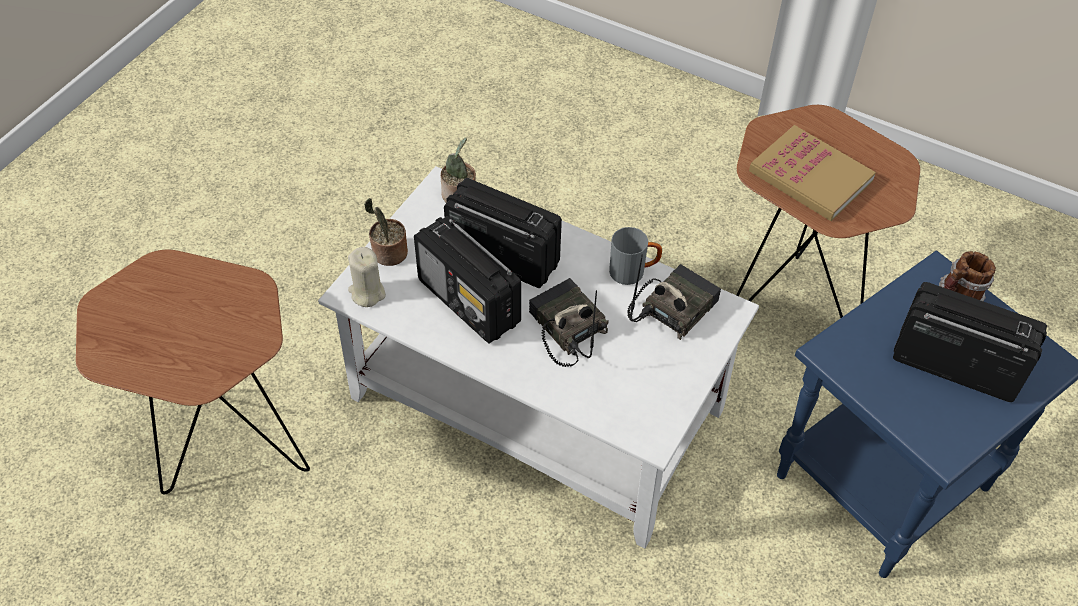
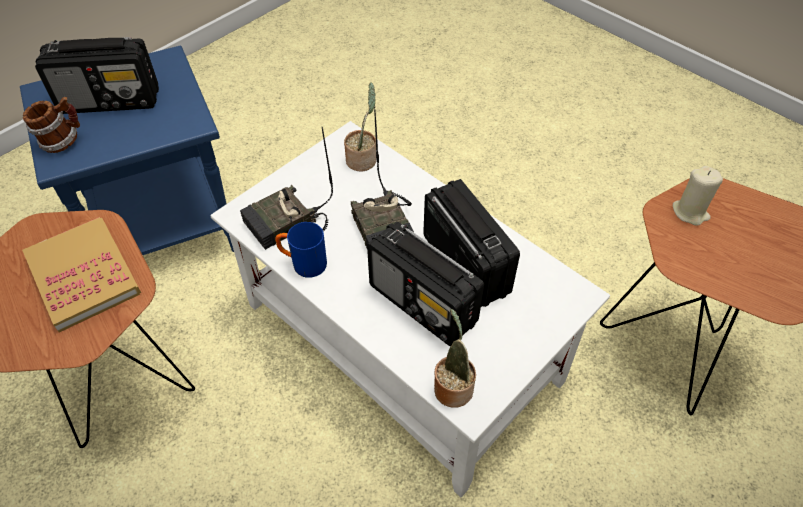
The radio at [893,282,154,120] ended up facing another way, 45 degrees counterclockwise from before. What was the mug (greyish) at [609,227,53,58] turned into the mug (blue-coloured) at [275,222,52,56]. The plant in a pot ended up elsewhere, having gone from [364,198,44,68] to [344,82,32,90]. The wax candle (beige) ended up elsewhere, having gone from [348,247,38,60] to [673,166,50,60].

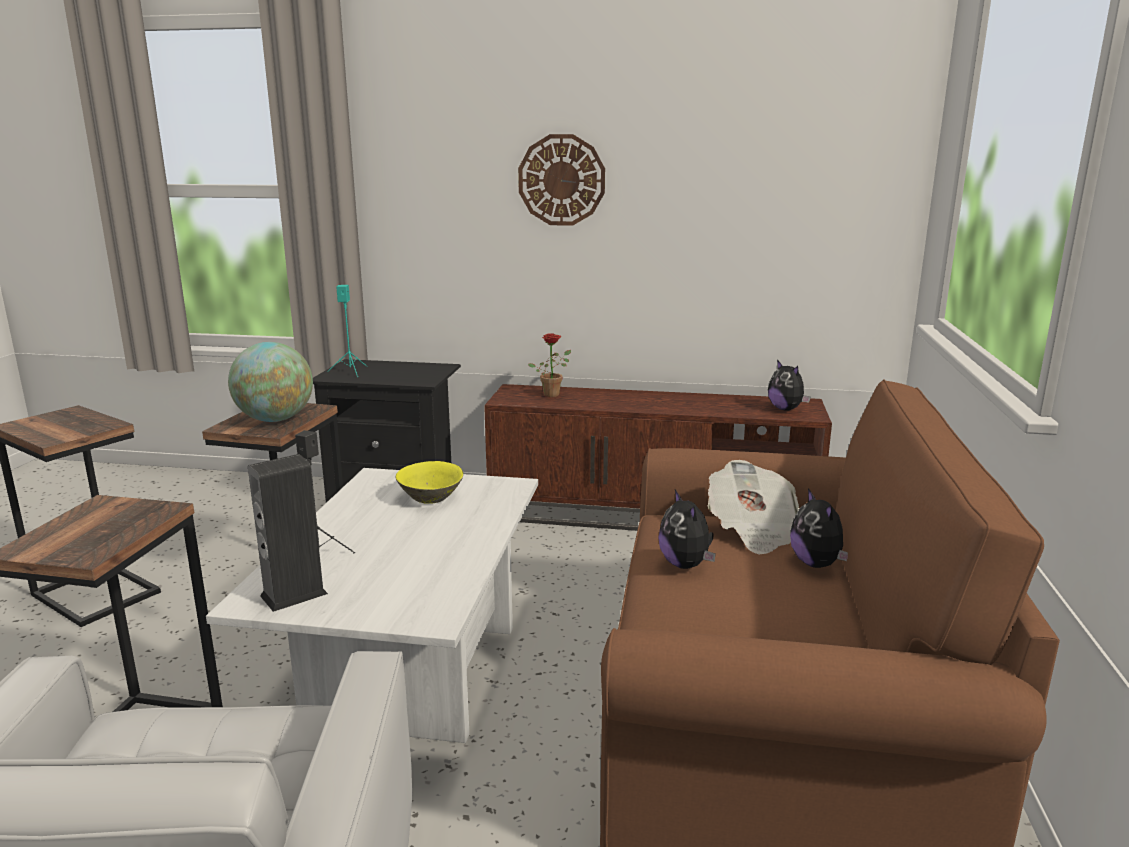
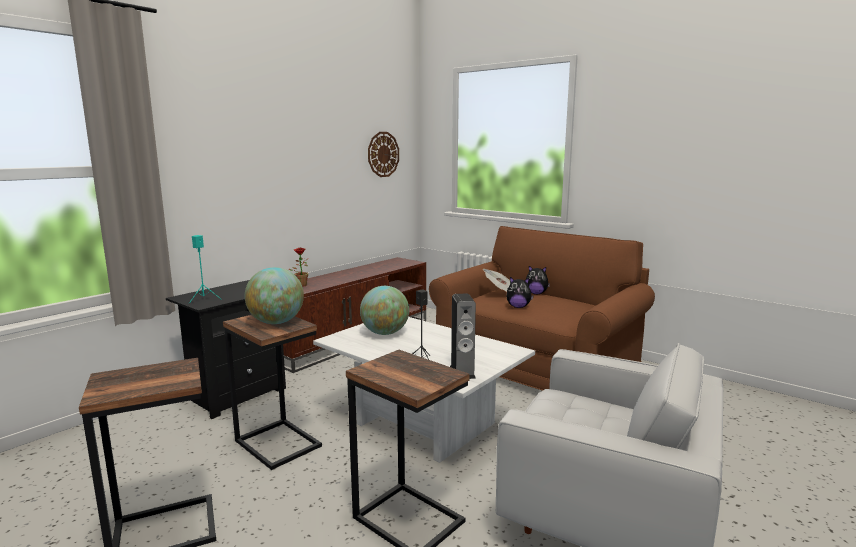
Where the serving bowl (yellowish) stood at [395,461,68,43], the desk globe came to stand at [360,286,49,49]. The wall clock ended up elsewhere, having gone from [518,134,87,92] to [368,132,31,45]. The second view lost the soft toy at [768,360,42,51].

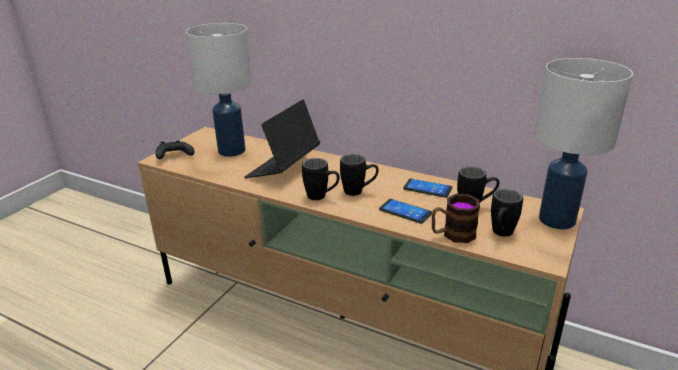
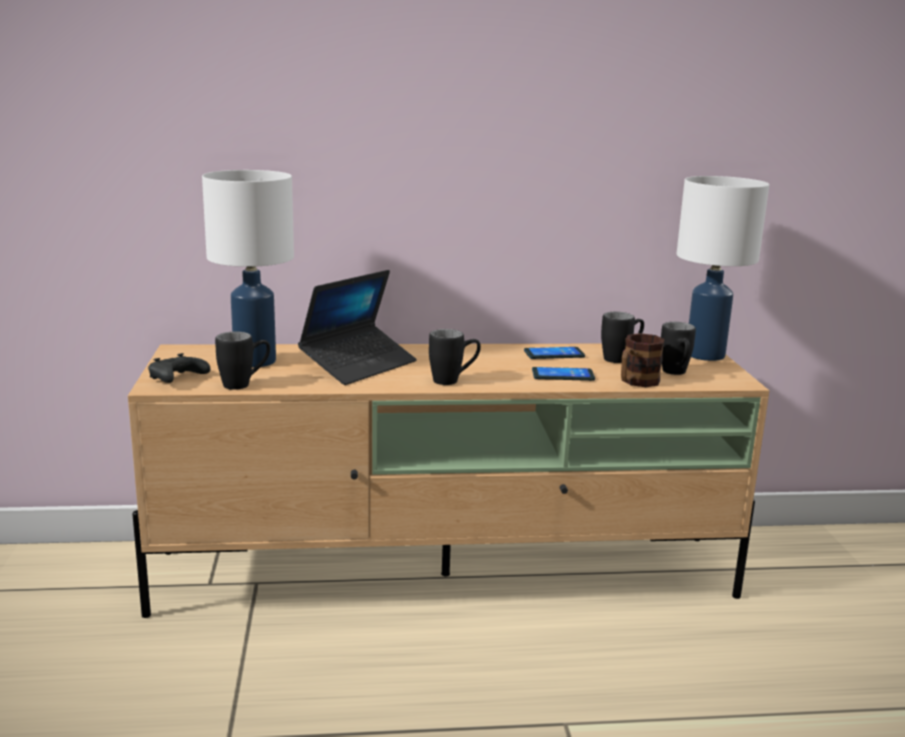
The mug (blackish) ended up elsewhere, having gone from [340,154,39,42] to [215,331,55,59]. The notebook computer at [244,99,76,79] ended up facing another way, 135 degrees counterclockwise from before.

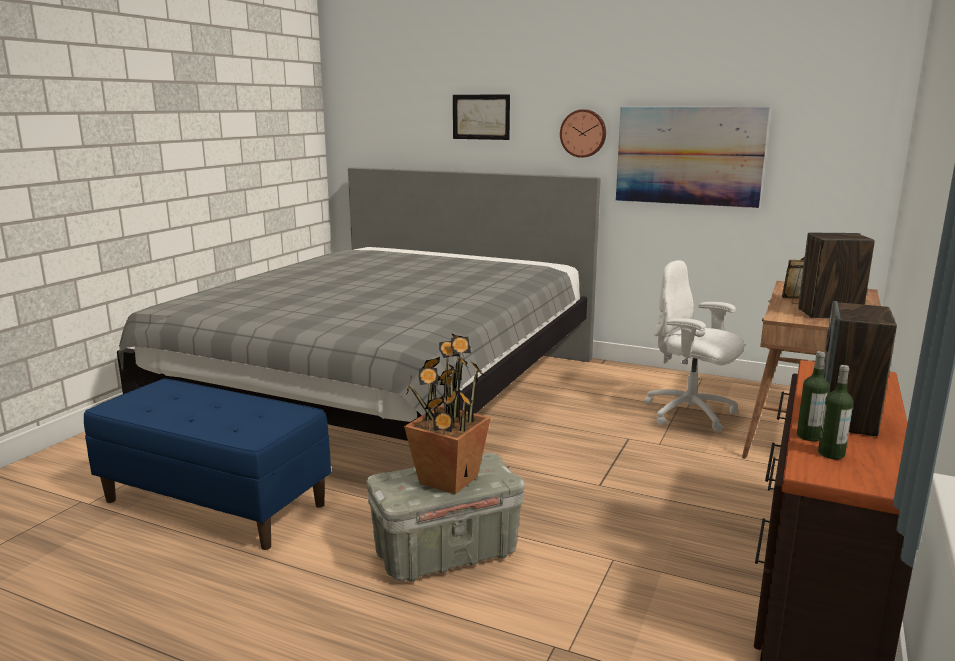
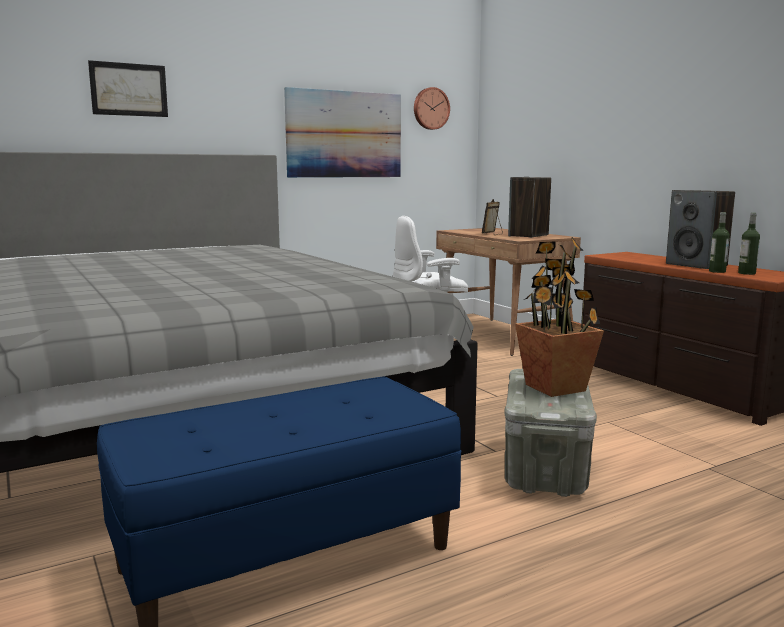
The wall clock ended up elsewhere, having gone from [560,109,46,49] to [414,87,36,43].

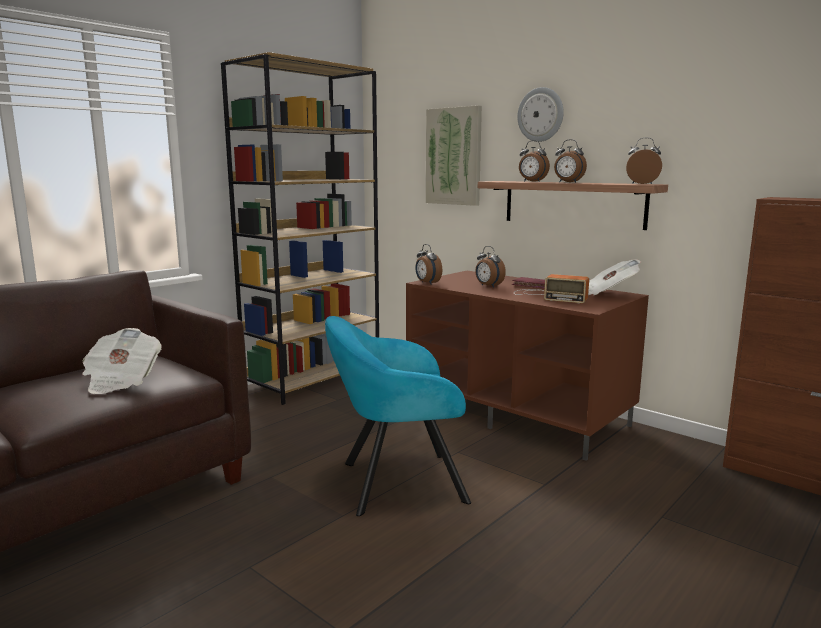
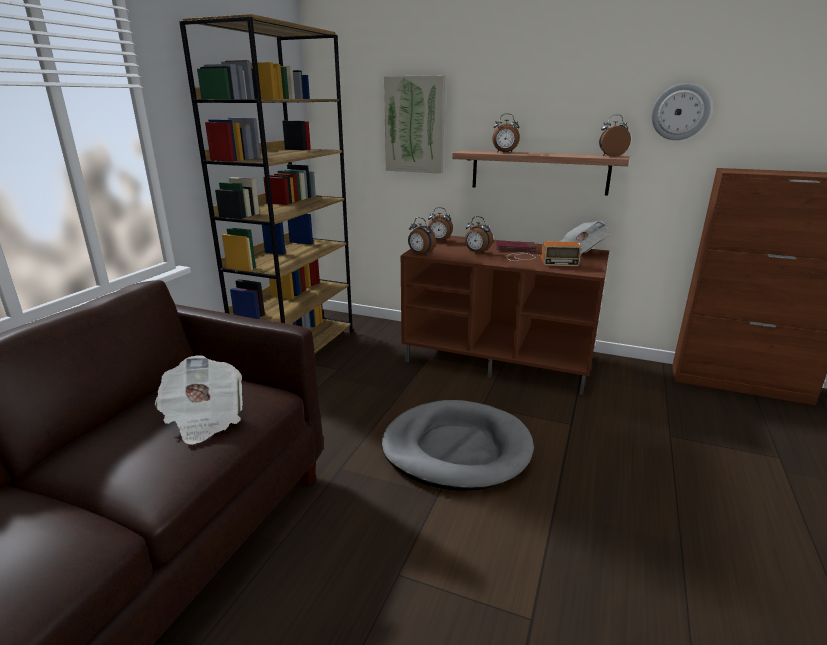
Where the lounge chair (turquoise) stood at [325,316,146,200], the dog bed (greyish) came to stand at [382,400,152,91]. The alarm clock ended up elsewhere, having gone from [554,139,33,44] to [428,207,25,35]. The wall clock ended up elsewhere, having gone from [517,87,47,55] to [652,83,59,57].

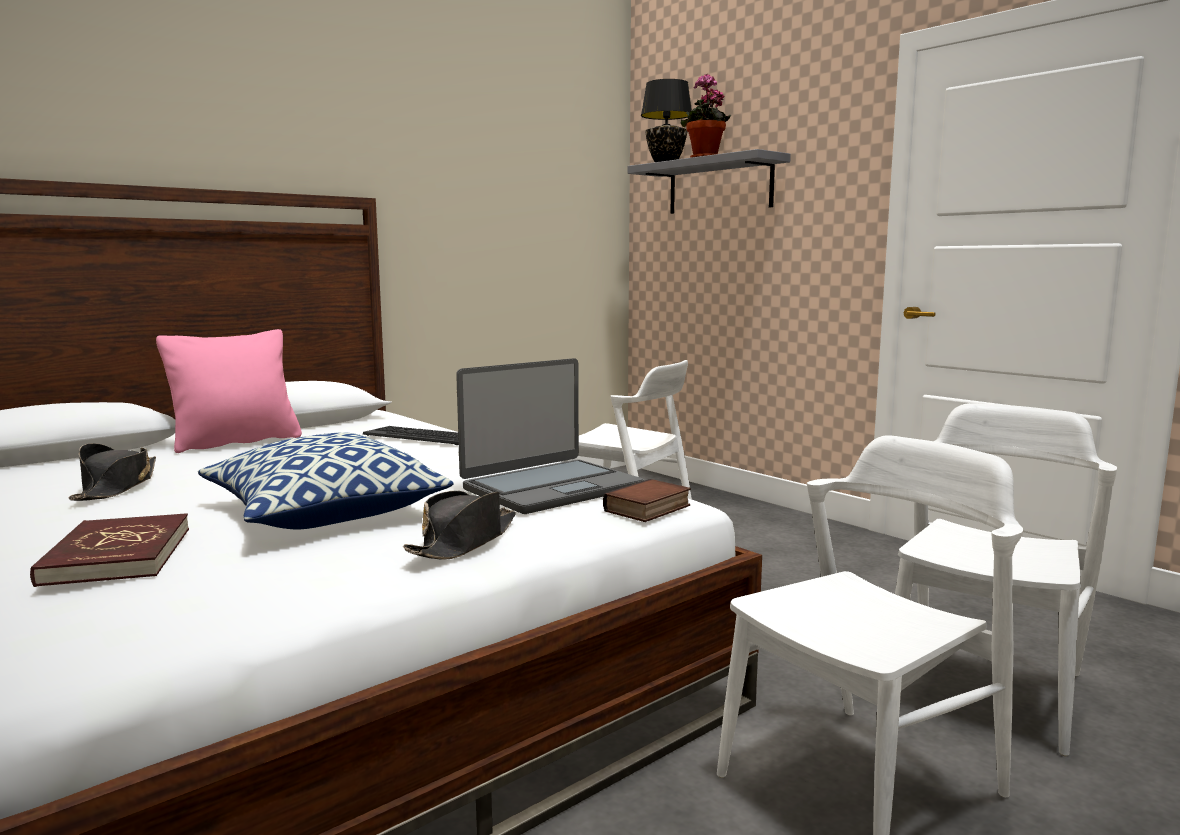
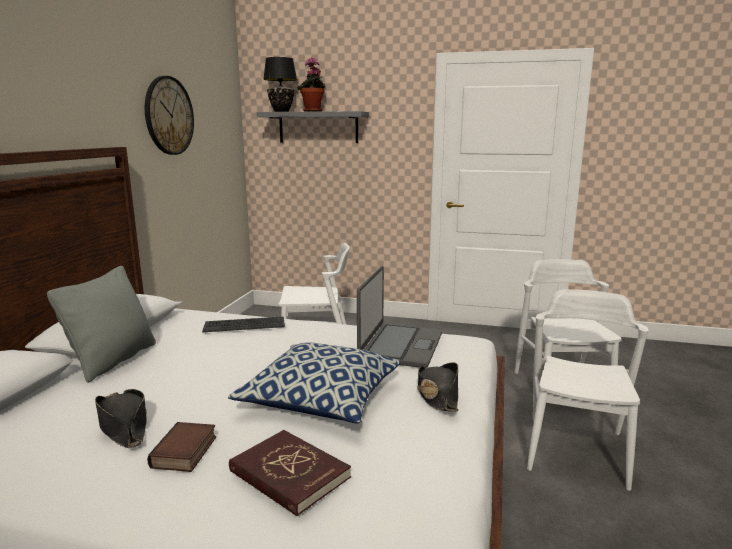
What was the throw pillow (pink) at [156,329,146,124] turned into the throw pillow (greyish) at [47,266,109,117]. The second view gained the wall clock at [145,76,49,79]. The volume ended up elsewhere, having gone from [603,479,88,43] to [147,422,69,50].

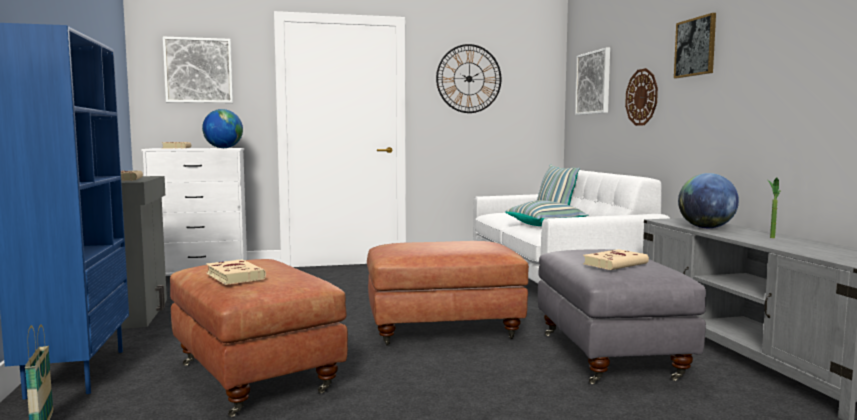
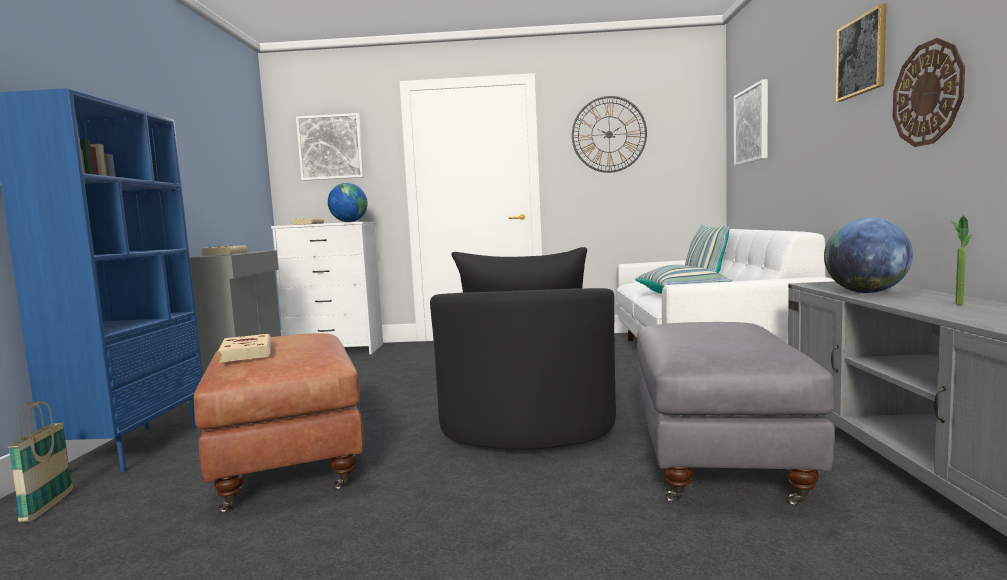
Where the ottoman (brownish) stood at [367,241,162,104], the lounge chair (blackish) came to stand at [430,247,186,203]. The wall clock ended up elsewhere, having gone from [625,68,33,58] to [893,38,72,109]. The second view lost the volume (beige) at [583,249,66,21].

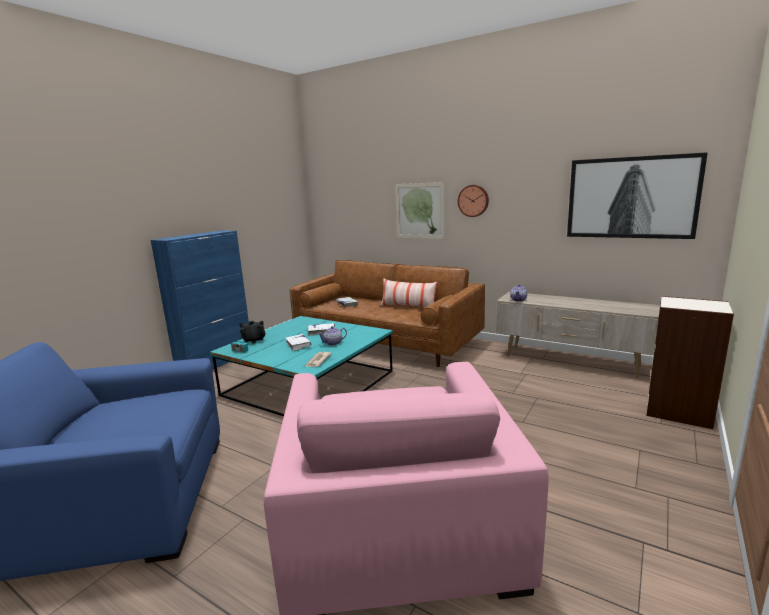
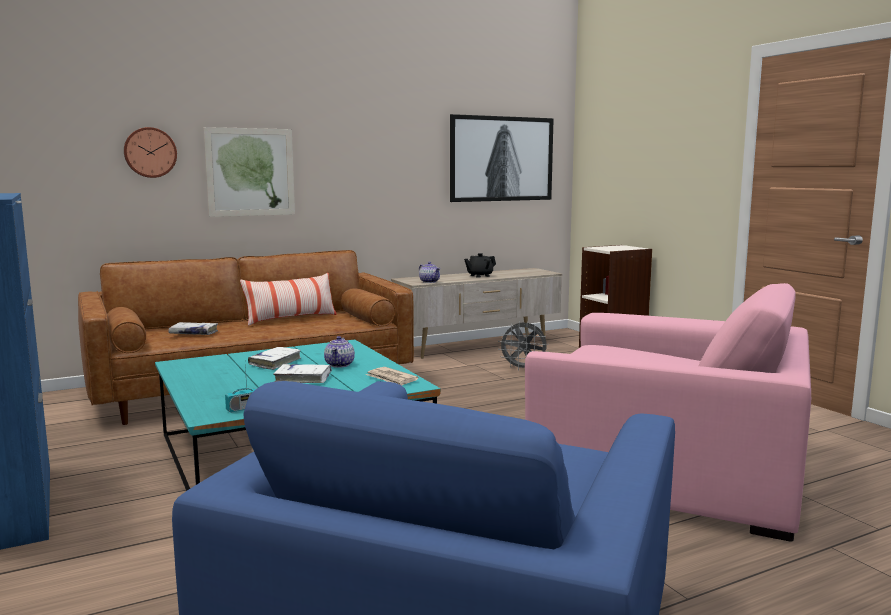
The wall clock ended up elsewhere, having gone from [458,185,31,32] to [124,127,53,51]. The teapot (blackish) ended up elsewhere, having gone from [239,321,26,23] to [464,253,32,24]. The second view gained the electric fan (greyish) at [498,321,50,50].

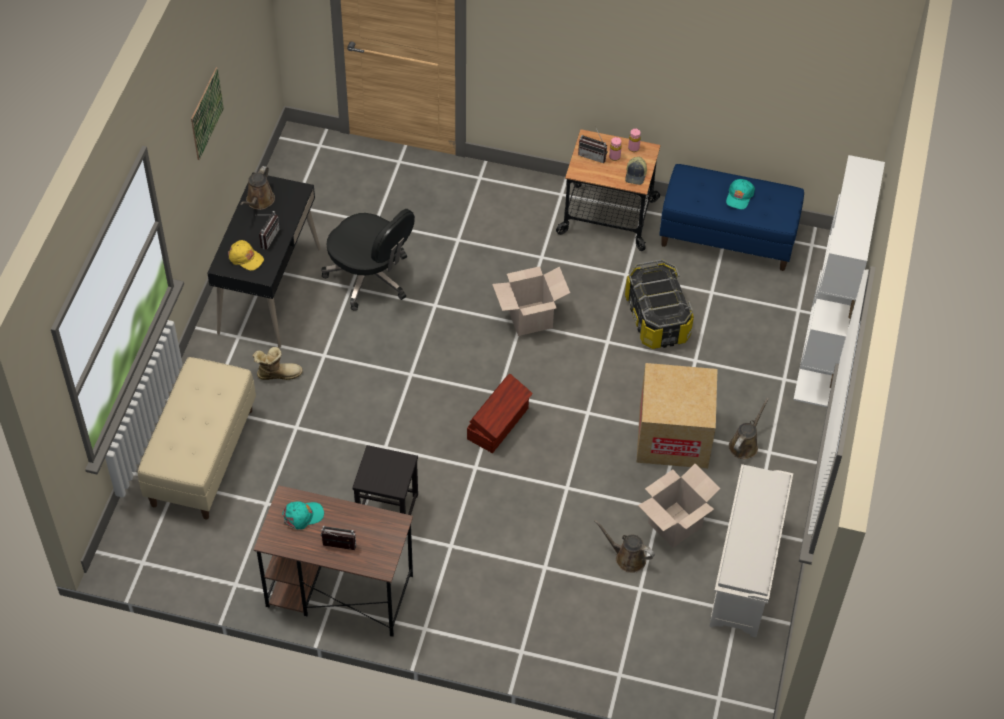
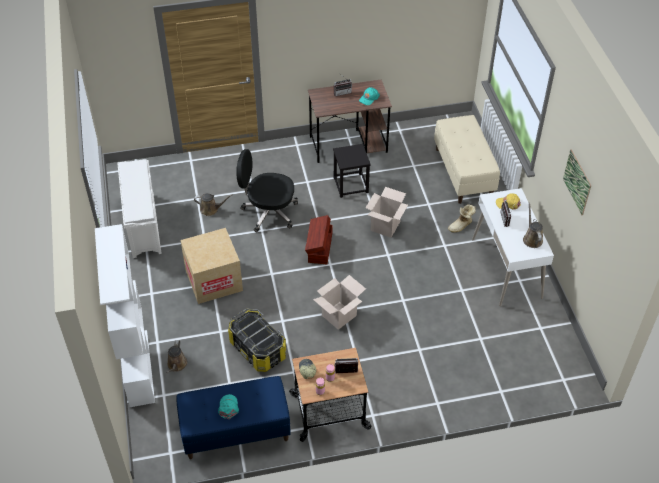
The watering can (brownish) ended up elsewhere, having gone from [729,398,40,61] to [167,340,21,33]. The desk chair (blackish) ended up elsewhere, having gone from [321,209,94,102] to [236,149,62,83]. The cardboard box ended up elsewhere, having gone from [638,464,83,84] to [365,187,43,51]. What was the desk (blackish) at [207,172,114,176] turned into the desk (whitish) at [472,188,82,118].

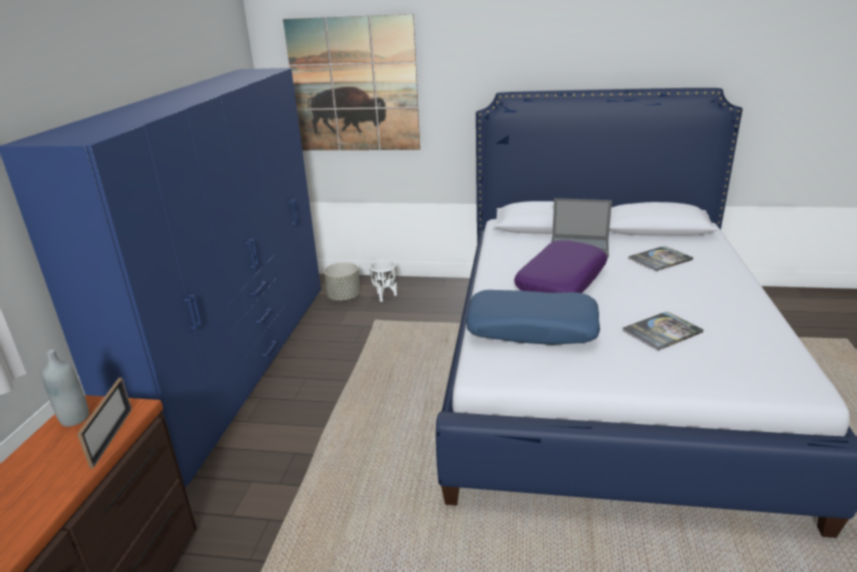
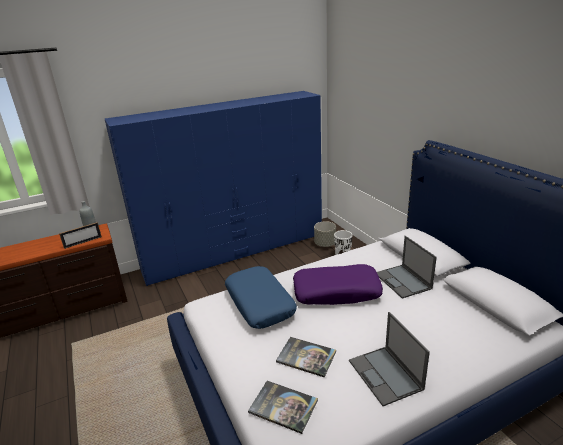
The volume ended up elsewhere, having gone from [628,246,65,25] to [248,381,70,53]. The second view gained the notebook computer at [349,312,81,94]. The second view lost the picture at [283,14,137,136].

